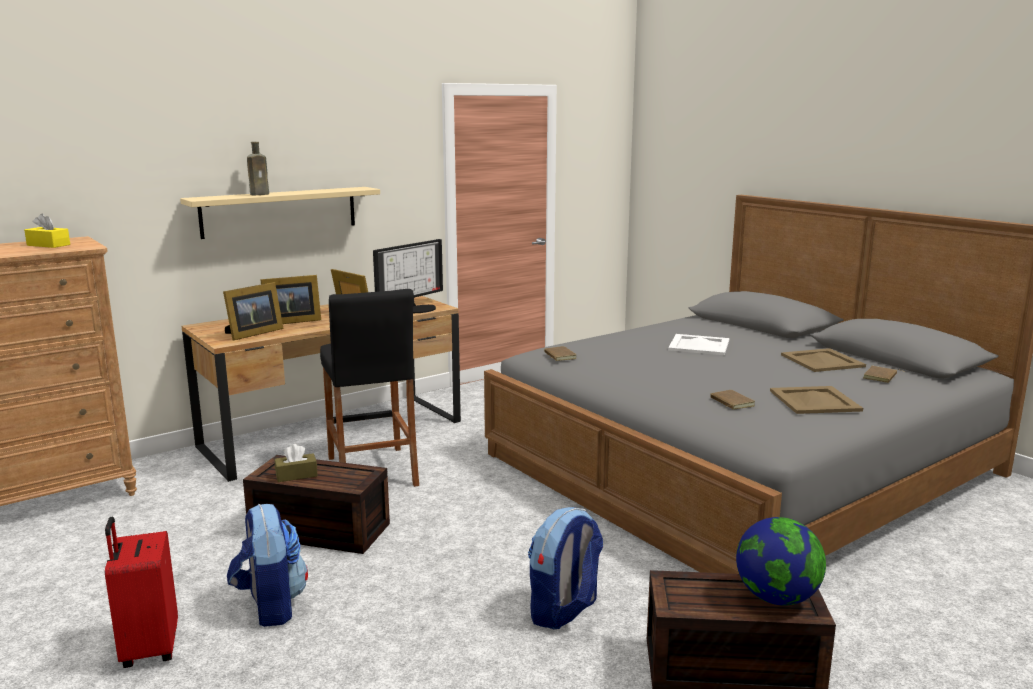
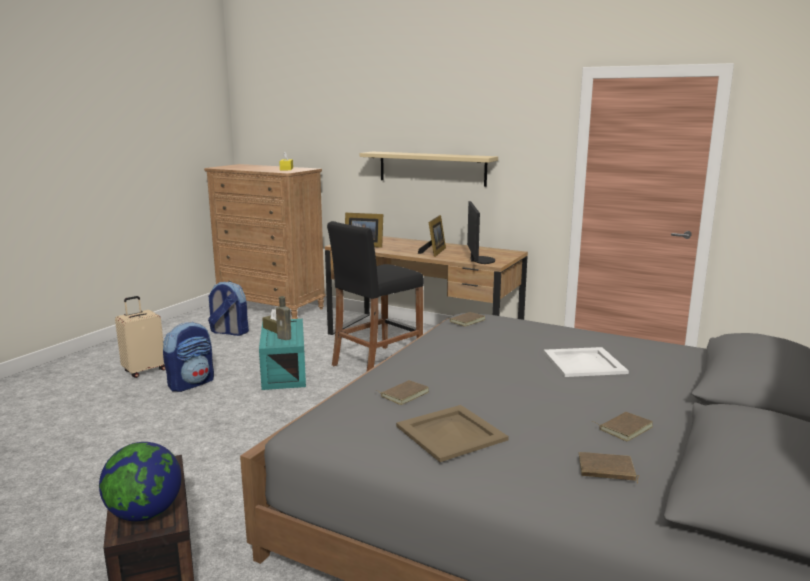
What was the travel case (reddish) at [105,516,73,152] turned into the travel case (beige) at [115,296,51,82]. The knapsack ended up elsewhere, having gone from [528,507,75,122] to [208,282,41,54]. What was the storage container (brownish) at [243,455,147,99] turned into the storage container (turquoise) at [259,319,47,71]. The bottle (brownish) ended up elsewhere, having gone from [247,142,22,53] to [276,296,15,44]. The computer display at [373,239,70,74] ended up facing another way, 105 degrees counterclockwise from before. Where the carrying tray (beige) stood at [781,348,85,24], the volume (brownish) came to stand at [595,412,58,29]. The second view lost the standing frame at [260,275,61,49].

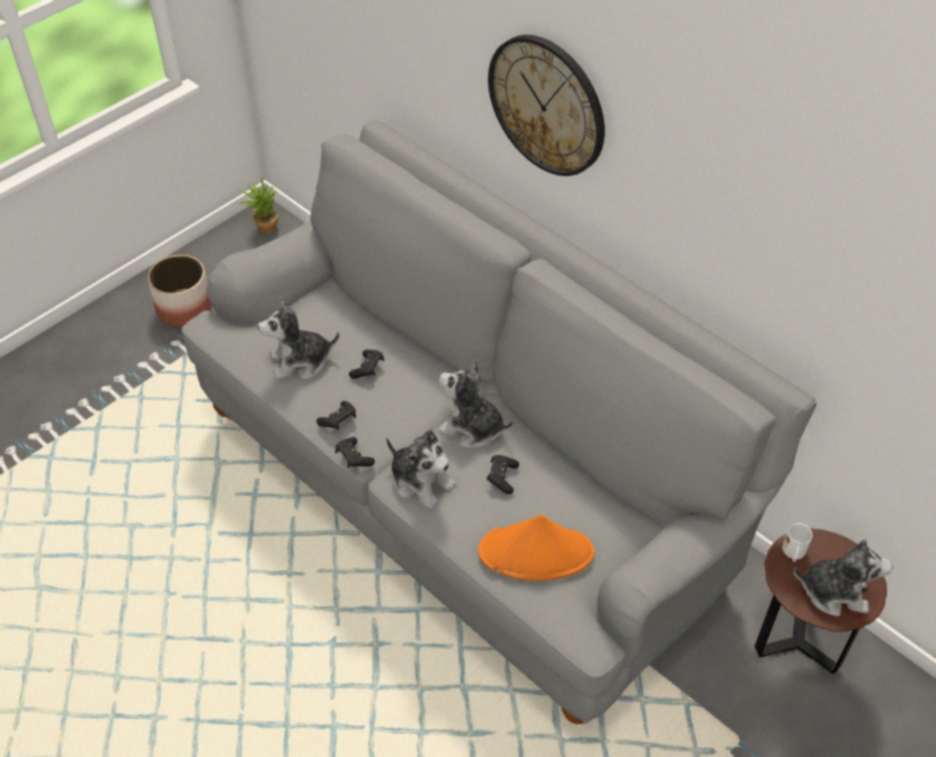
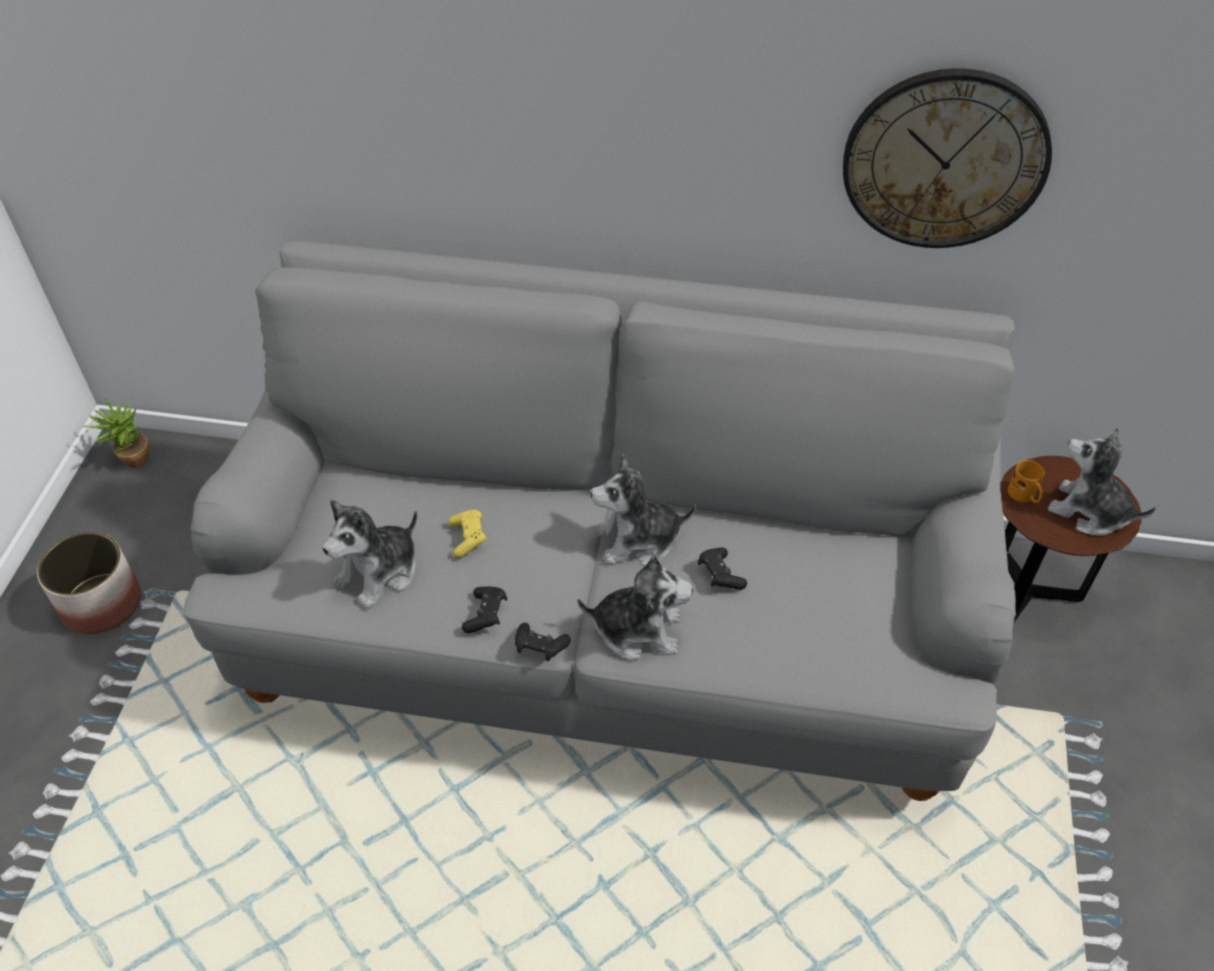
What was the game controller (blackish) at [349,350,35,29] turned into the game controller (yellowish) at [448,510,39,48]. The wall clock ended up elsewhere, having gone from [488,35,117,141] to [843,68,209,180]. What was the mug (whitish) at [782,523,30,39] turned into the mug (orange-coloured) at [1008,460,36,43]. The soft toy at [794,539,99,77] ended up facing another way, 120 degrees counterclockwise from before. The second view lost the clothing hat (orange-coloured) at [478,515,116,66].

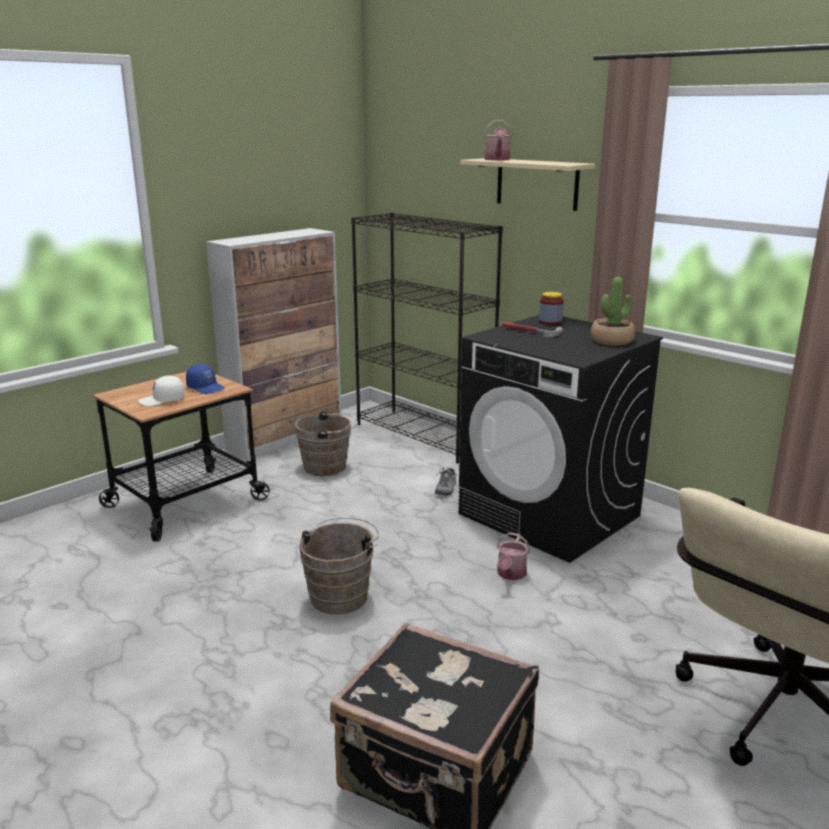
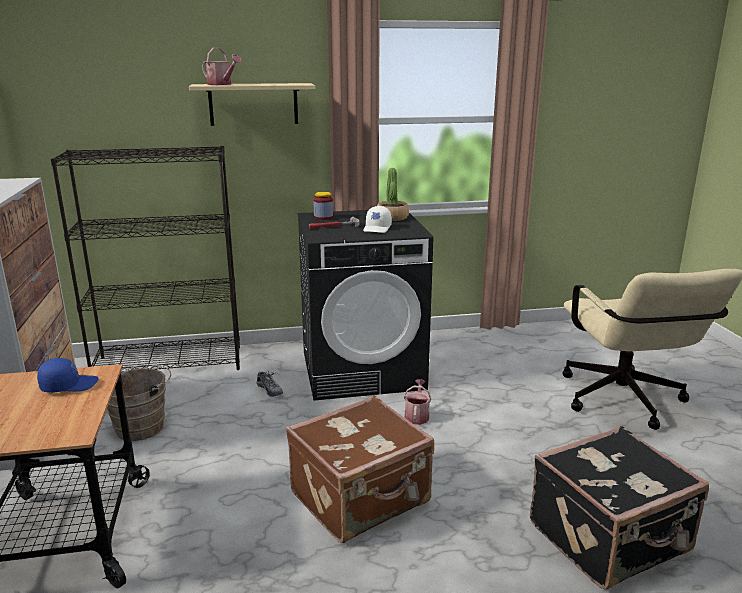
Where the water bucket (brownish) stood at [299,518,80,96], the travel case (brownish) came to stand at [286,396,148,147]. The cap (whitish) ended up elsewhere, having gone from [138,376,46,30] to [364,206,28,27]. The watering can at [497,532,33,48] ended up facing another way, 135 degrees counterclockwise from before.

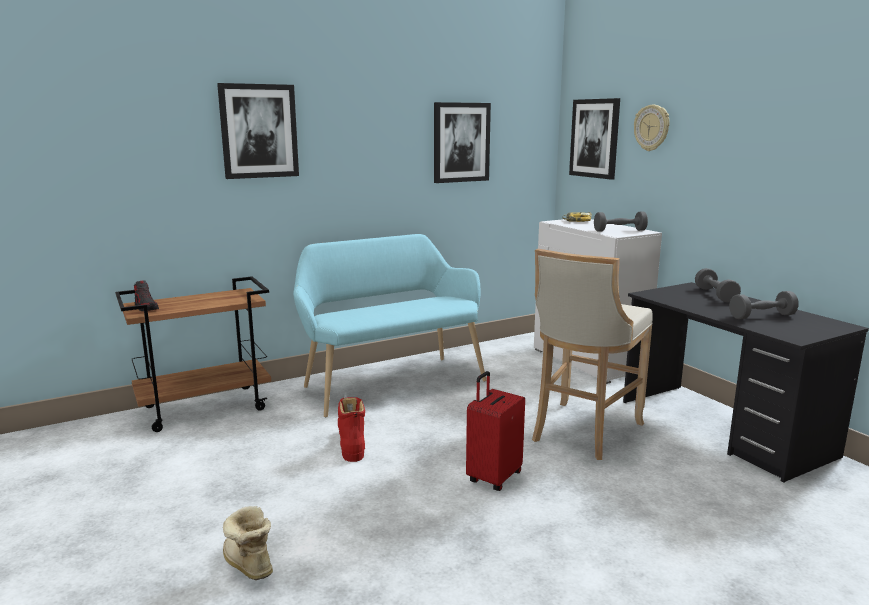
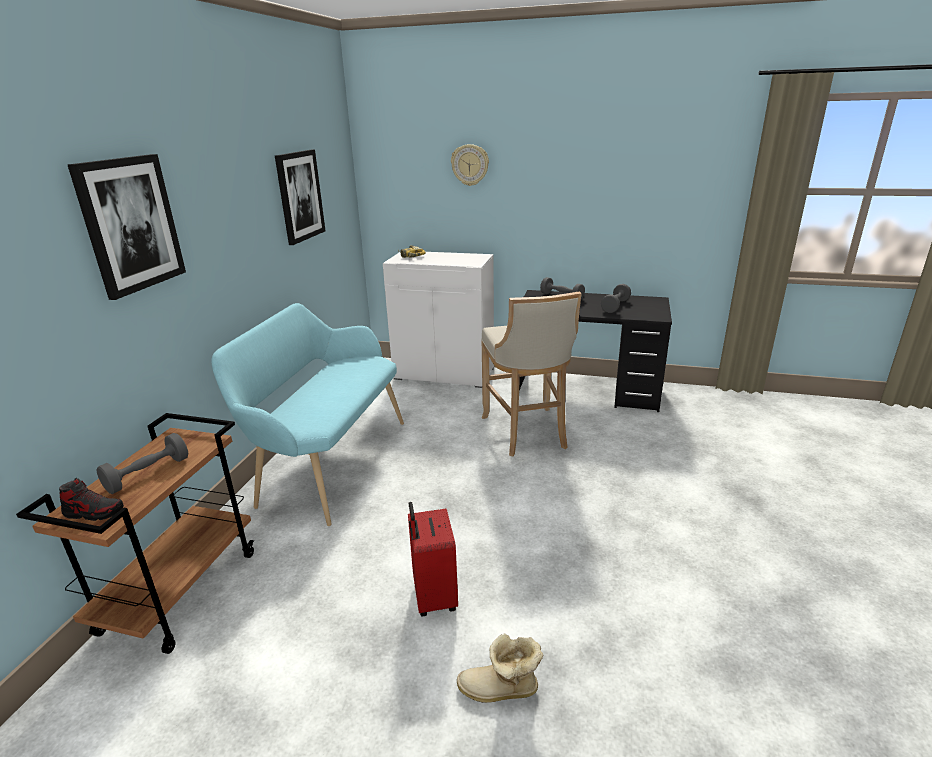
The hand weight (greyish) ended up elsewhere, having gone from [594,212,54,20] to [97,433,91,61]. The travel case (reddish) ended up elsewhere, having gone from [466,371,59,120] to [408,502,50,114]. The second view lost the tall boot (reddish) at [338,397,27,65]. The second view lost the picture at [569,98,51,82].

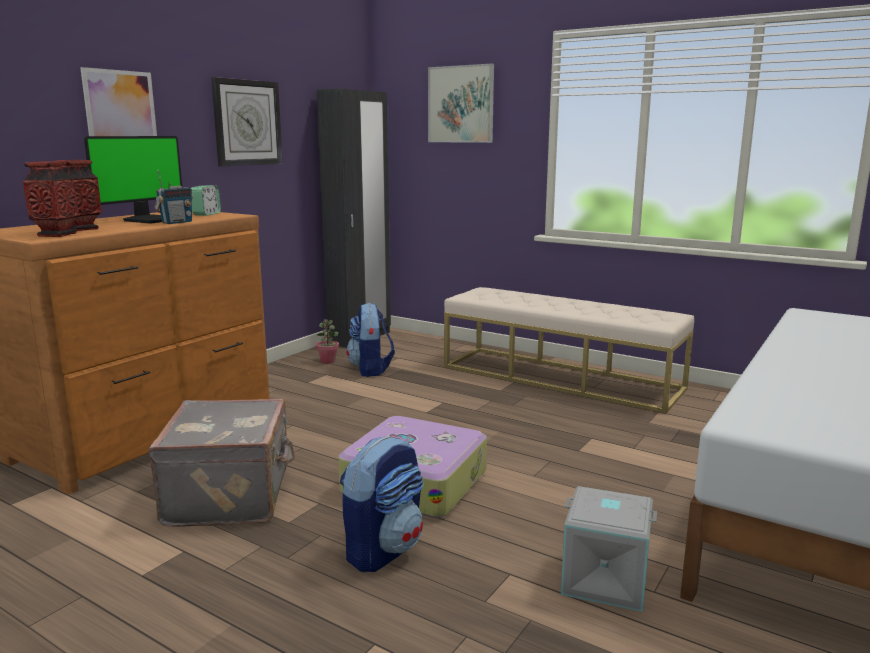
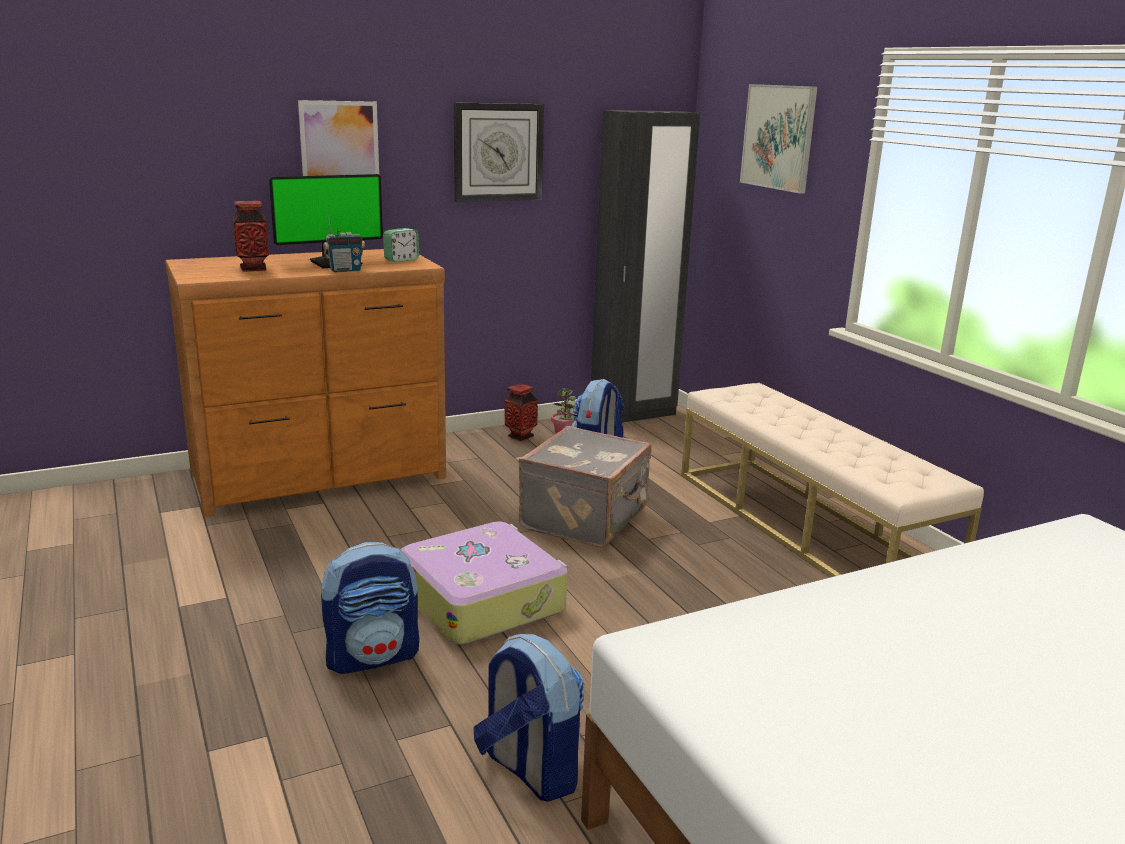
Where the storage container (greyish) stood at [561,486,96,126], the knapsack came to stand at [473,634,111,168]. The flower vase ended up elsewhere, having gone from [23,161,57,76] to [505,383,33,58]. The travel case (greyish) ended up elsewhere, having gone from [148,399,147,128] to [519,426,132,122].

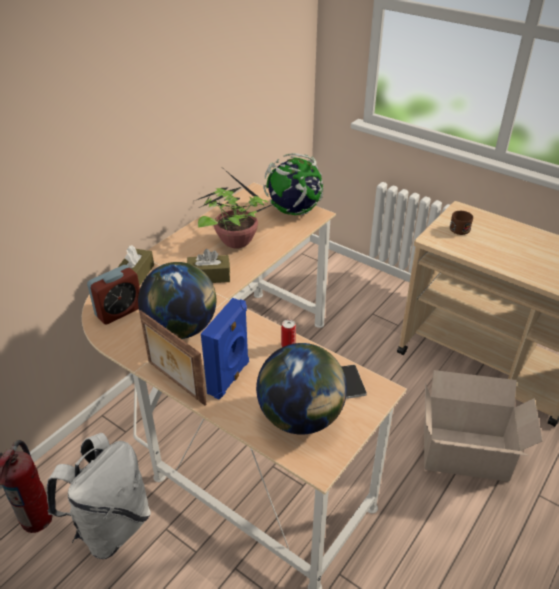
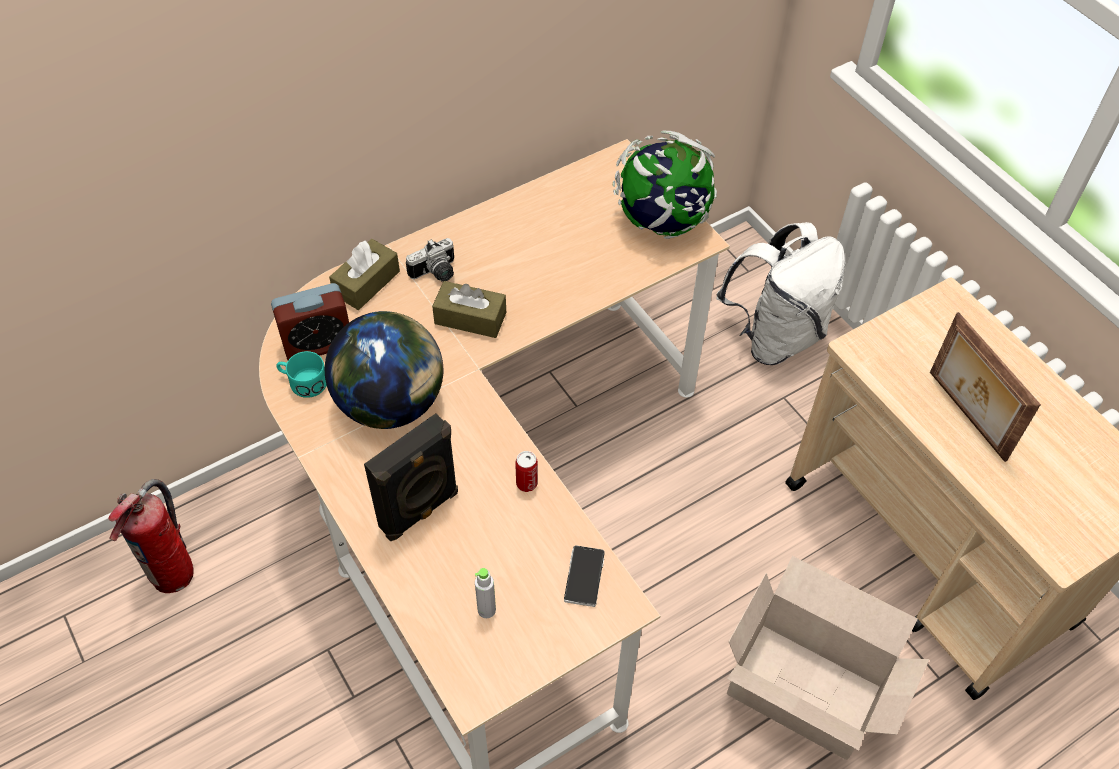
The second view gained the mug (turquoise) at [276,351,51,47]. What was the loudspeaker (blue-coloured) at [201,298,48,101] turned into the loudspeaker (blackish) at [364,413,94,128]. The second view gained the still camera at [406,238,48,44]. Where the desk globe stood at [256,343,91,92], the bottle (greyish) came to stand at [475,568,21,50]. The knapsack (whitish) ended up elsewhere, having gone from [47,433,104,126] to [716,222,129,143]. The standing frame ended up elsewhere, having gone from [139,310,67,96] to [930,312,111,150]. The second view lost the plant in a pot at [194,169,86,80]. The second view lost the mug (brownish) at [450,211,23,24].

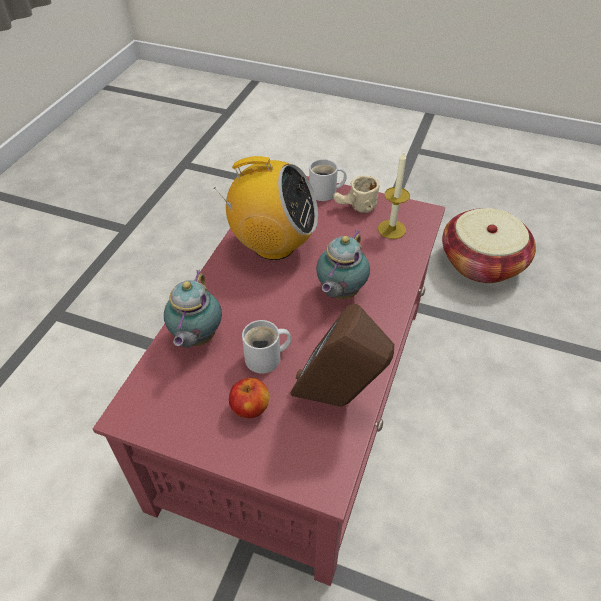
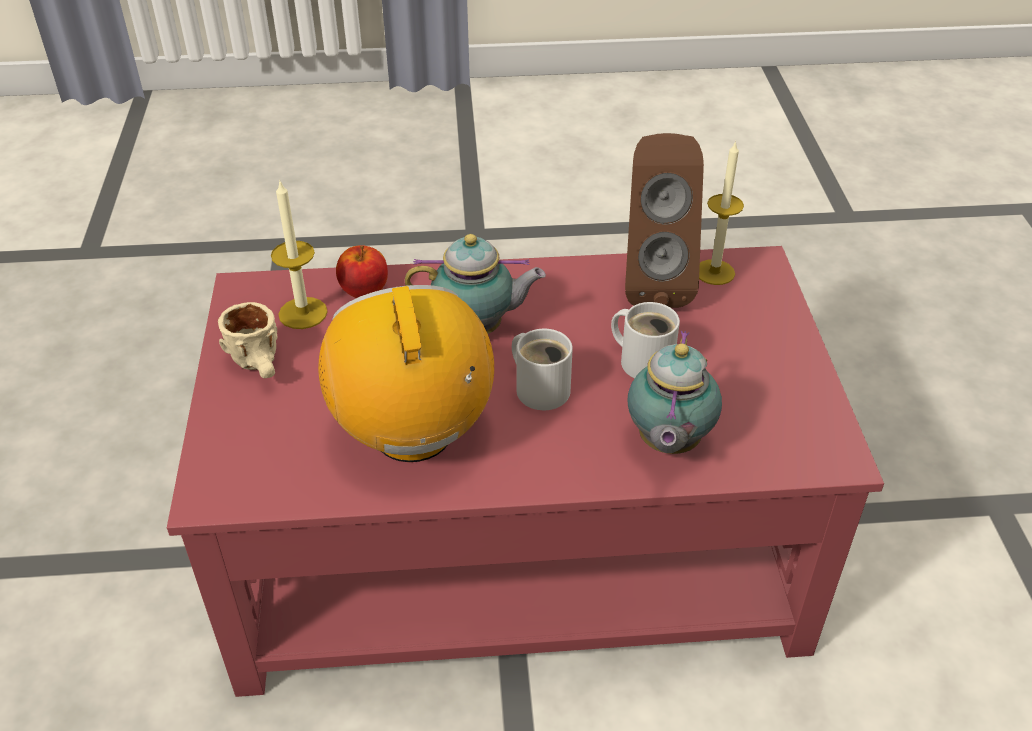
The apple ended up elsewhere, having gone from [229,378,40,40] to [336,245,52,53]. The mug (whitish) ended up elsewhere, having gone from [309,159,38,42] to [512,329,61,81]. The teapot at [164,270,58,78] ended up facing another way, 120 degrees clockwise from before. The second view gained the wax candle at [699,141,45,144]. The second view lost the basket at [442,208,94,75].

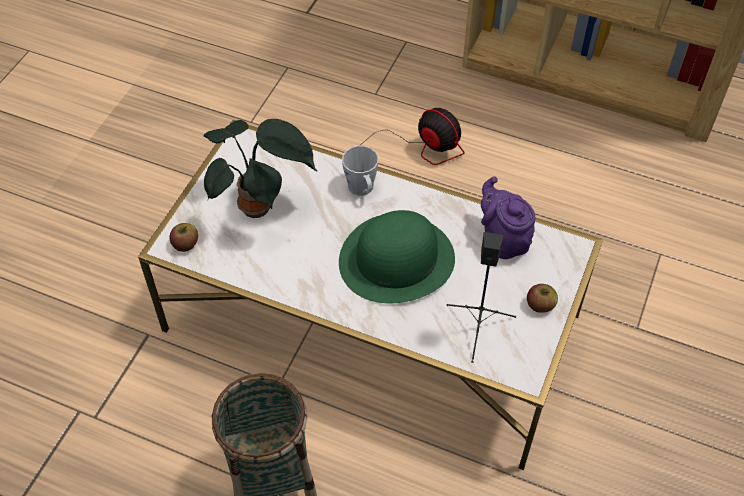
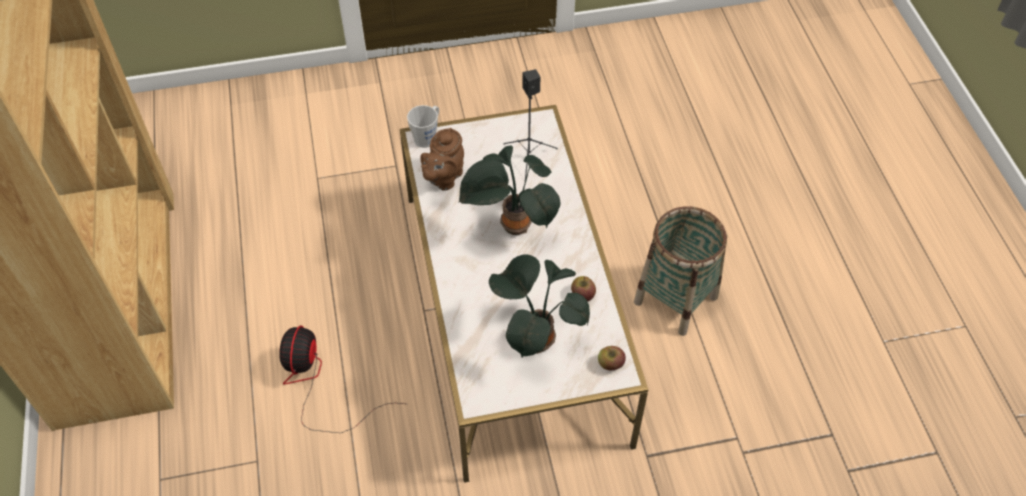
The mug (greyish) ended up elsewhere, having gone from [342,146,37,50] to [407,105,32,43]. What was the teapot (purple) at [481,176,54,83] turned into the teapot (brownish) at [420,128,44,63]. Where the clothing hat (green) stood at [339,210,116,93], the plant in a pot came to stand at [458,145,103,90]. The apple ended up elsewhere, having gone from [527,284,31,29] to [571,276,25,25].

